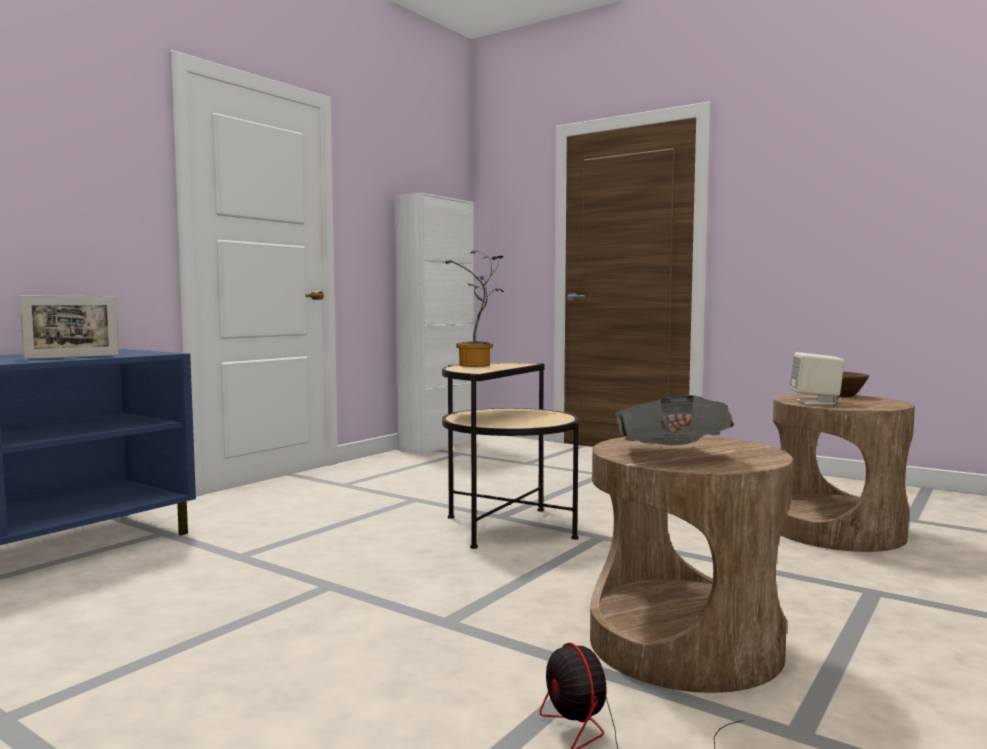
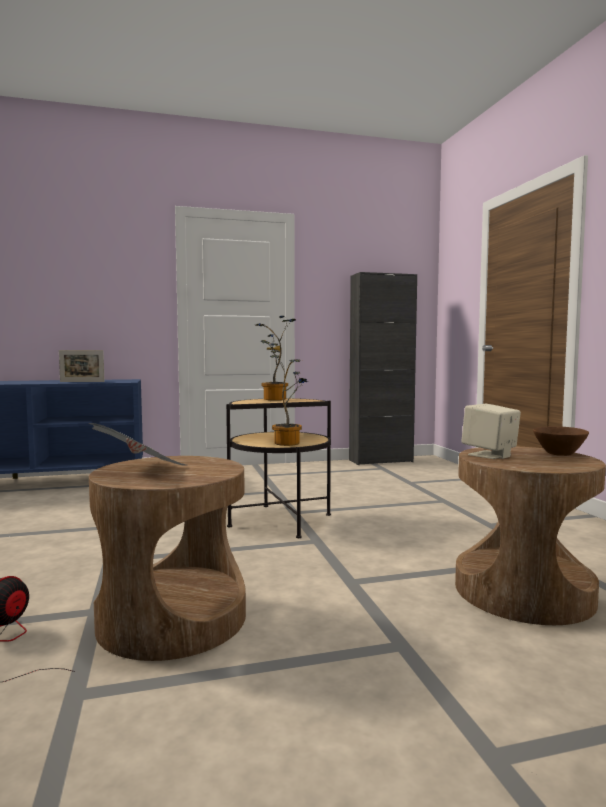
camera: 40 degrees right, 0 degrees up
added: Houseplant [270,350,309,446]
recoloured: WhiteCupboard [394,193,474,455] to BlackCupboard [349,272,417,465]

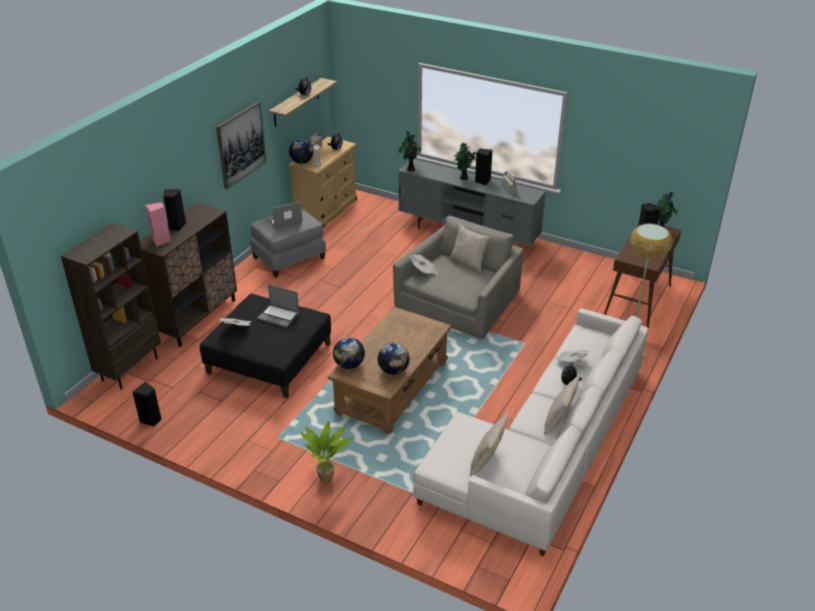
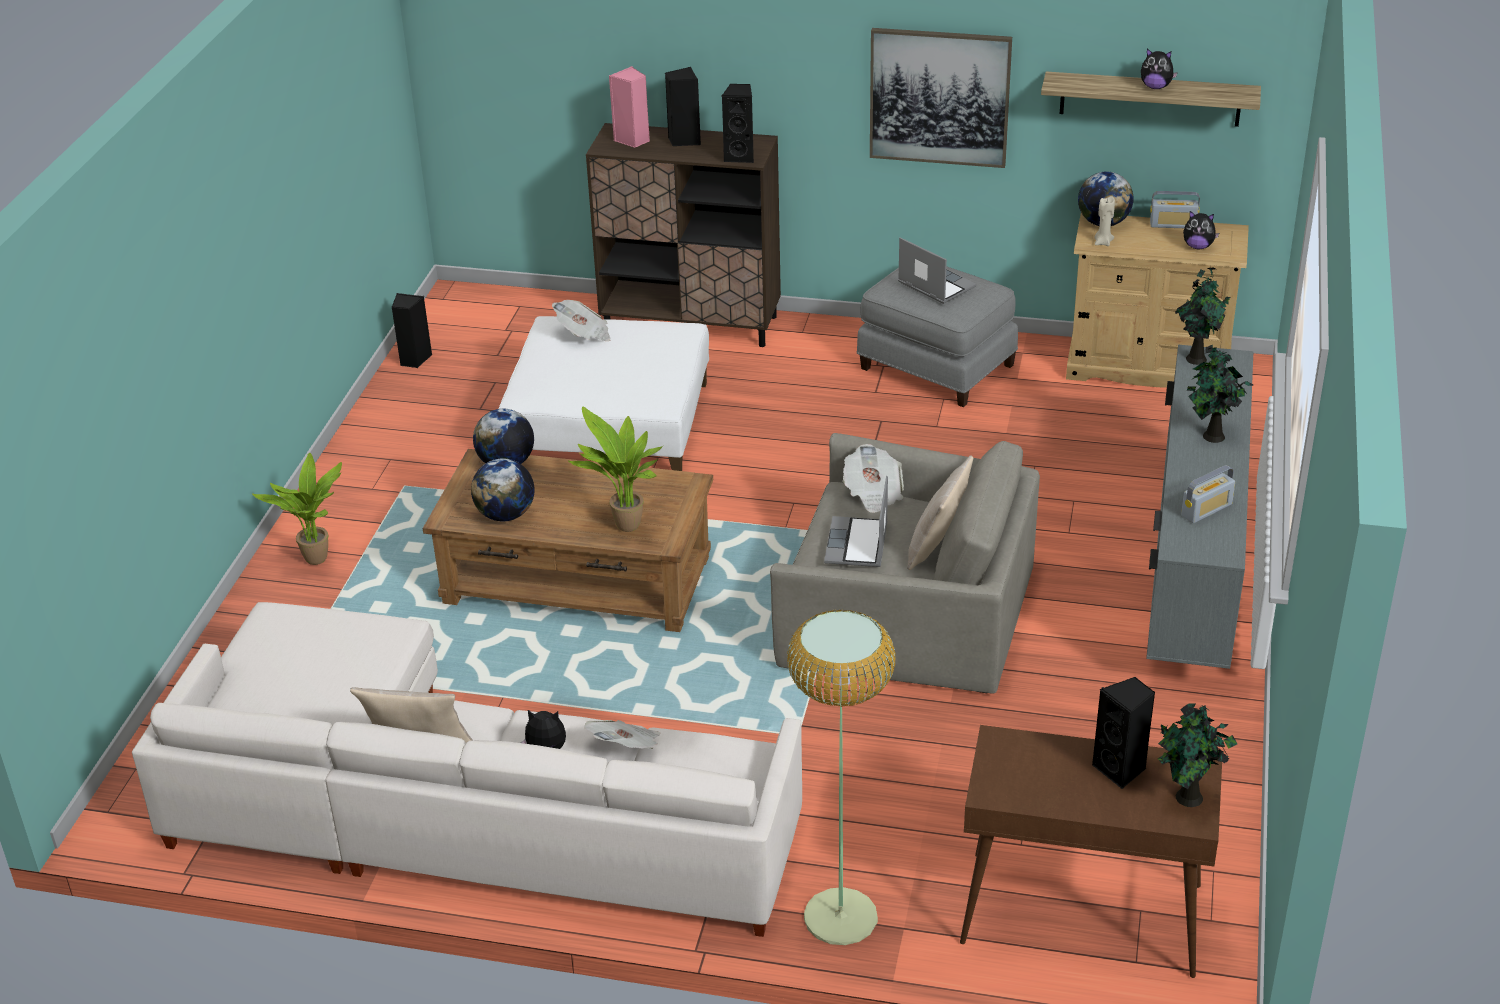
camera: 75 degrees right, 0 degrees up
removed: BrownColouredBookshelf [61,222,161,389]; BeigeCushion [470,413,509,476]
added: Houseplant [569,407,663,532]
moved: PortableComputer [257,284,299,327] to [824,476,888,567]; BlackSpeaker [475,149,492,185] to [722,84,754,163]
recoloured: BlackOttoman [200,294,331,398] to WhiteOttoman [499,316,709,471]

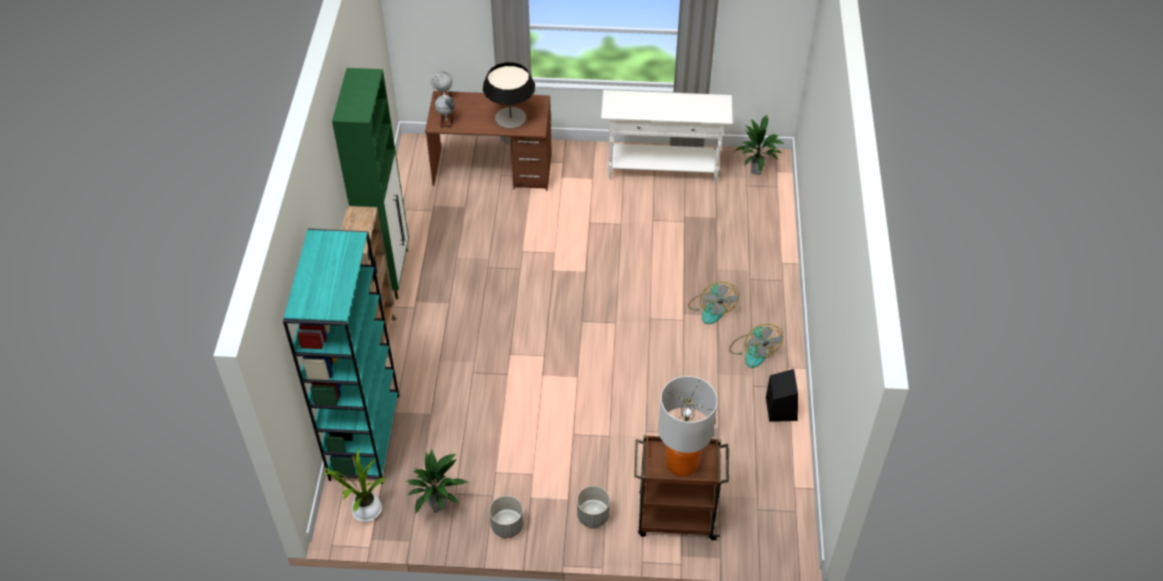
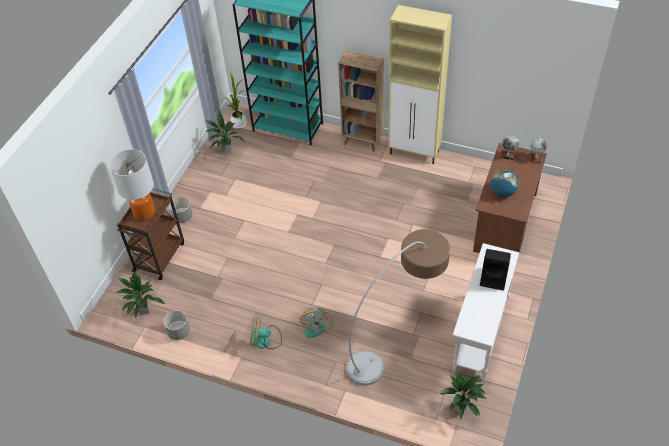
camera: 110 degrees right, 0 degrees up
added: Houseplant [116,270,165,318]; StandingLamp [347,229,450,385]
moved: GreyPlantPot [489,496,524,538] to [163,311,190,340]; BlackSpeaker [766,369,798,422] to [480,249,511,291]
replaced: LampForATable [483,62,535,129] to DeskGlobe [491,170,519,197]
recoloured: GreenCupboard [332,68,409,299] to BeigeCupboard [388,5,452,164]
turned: CoolingFan [688,282,739,324] = [299,308,333,338] 90 degrees counterclockwise

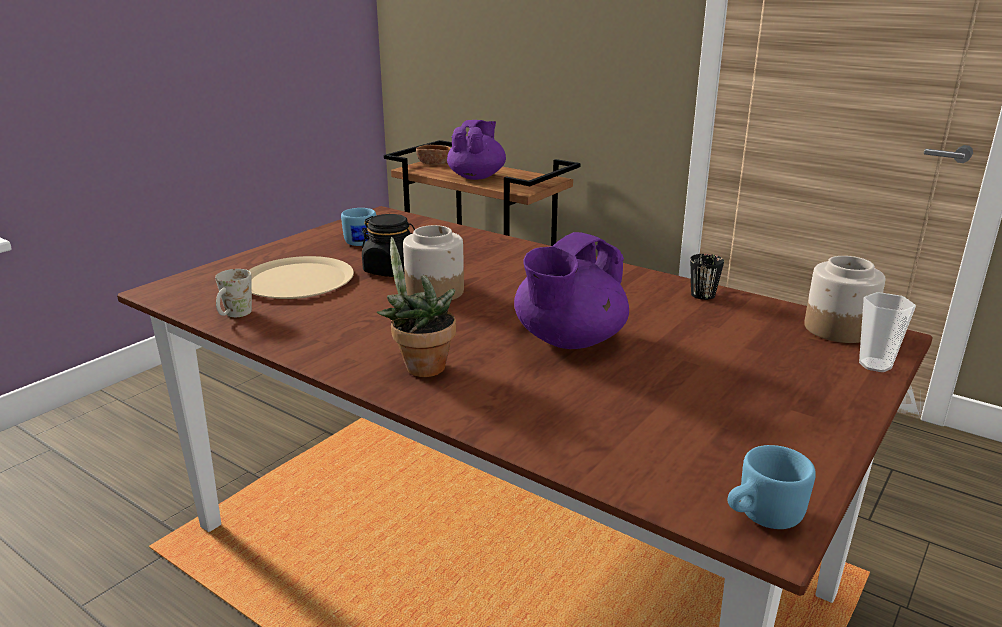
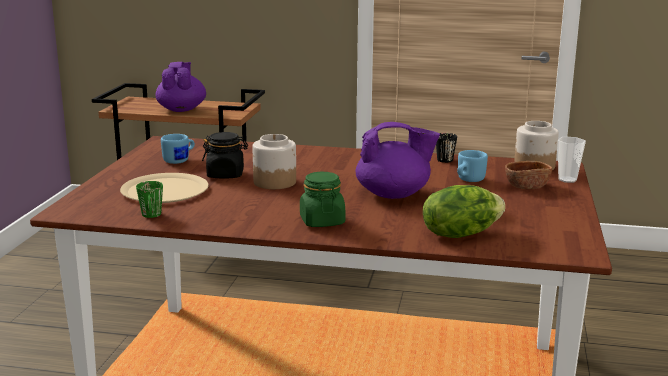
camera: 25 degrees left, 5 degrees down
added: LettuceHead [423,185,505,238]
moved: BrownColouredServingBowl [416,145,451,165] to [505,161,552,189]; BlueColouredCoffeeMug [728,445,816,529] to [457,150,488,182]
replaced: Houseplant [377,237,456,377] to GreenJar [300,172,345,227]
recoloured: WhiteCoffeeMug [215,269,252,317] to GreenCoffeeMug [136,181,163,218]
turned: PurplePotForTea [514,232,629,349] = [356,122,440,199] 105 degrees counterclockwise

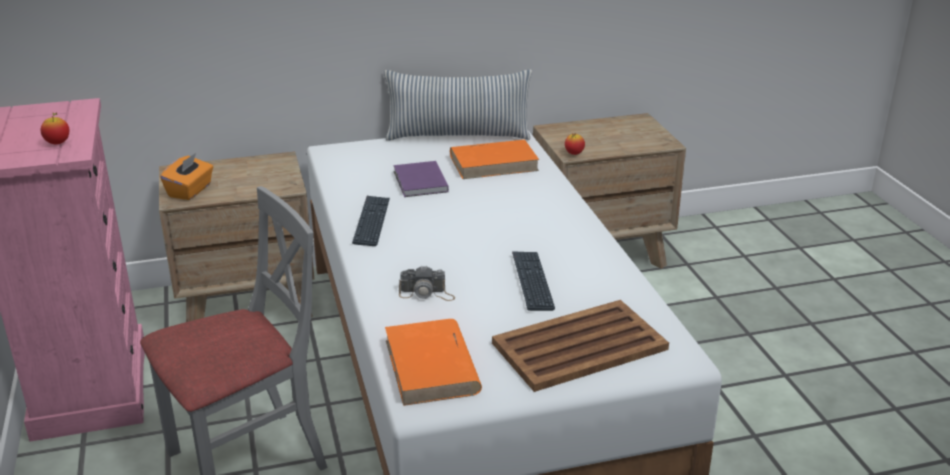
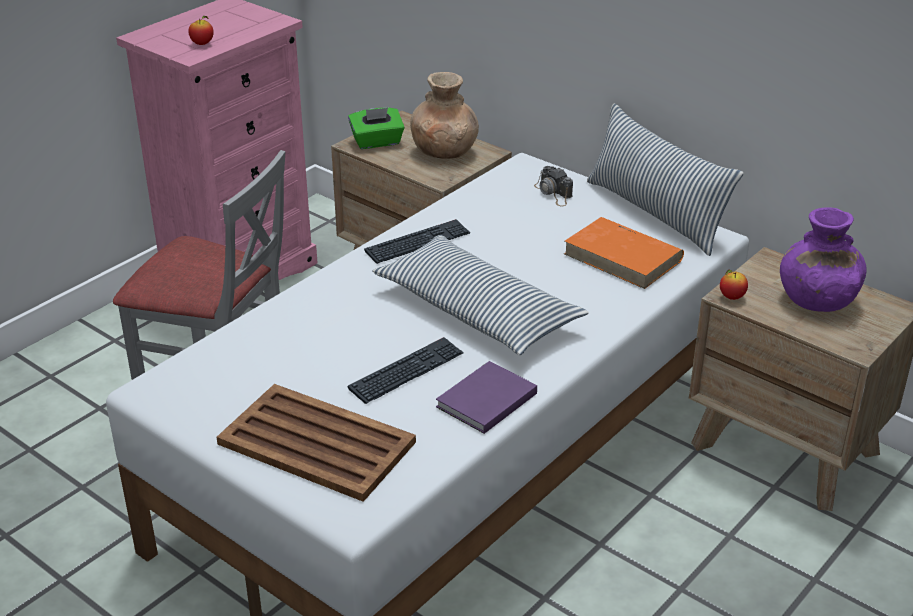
camera: 55 degrees right, 5 degrees up
removed: OrangeColouredBook [385,319,482,406]
added: Cushion [372,235,589,355]; BrownColouredFlowerVase [410,72,479,159]; PurpleFlowerVase [780,207,866,312]
moved: PurpleBook [393,161,449,197] to [436,361,537,434]; PhotoCamera [399,265,455,301] to [534,166,573,206]
recoloured: OrangeColouredBoxOfTissues [160,153,213,200] to GreenBoxOfTissues [348,108,405,149]

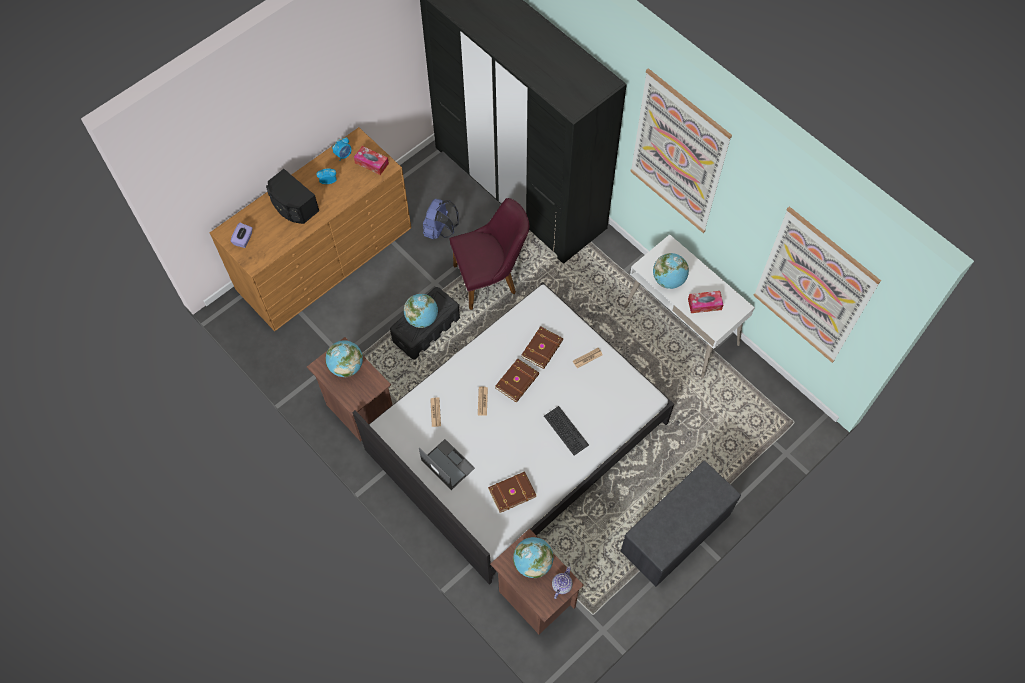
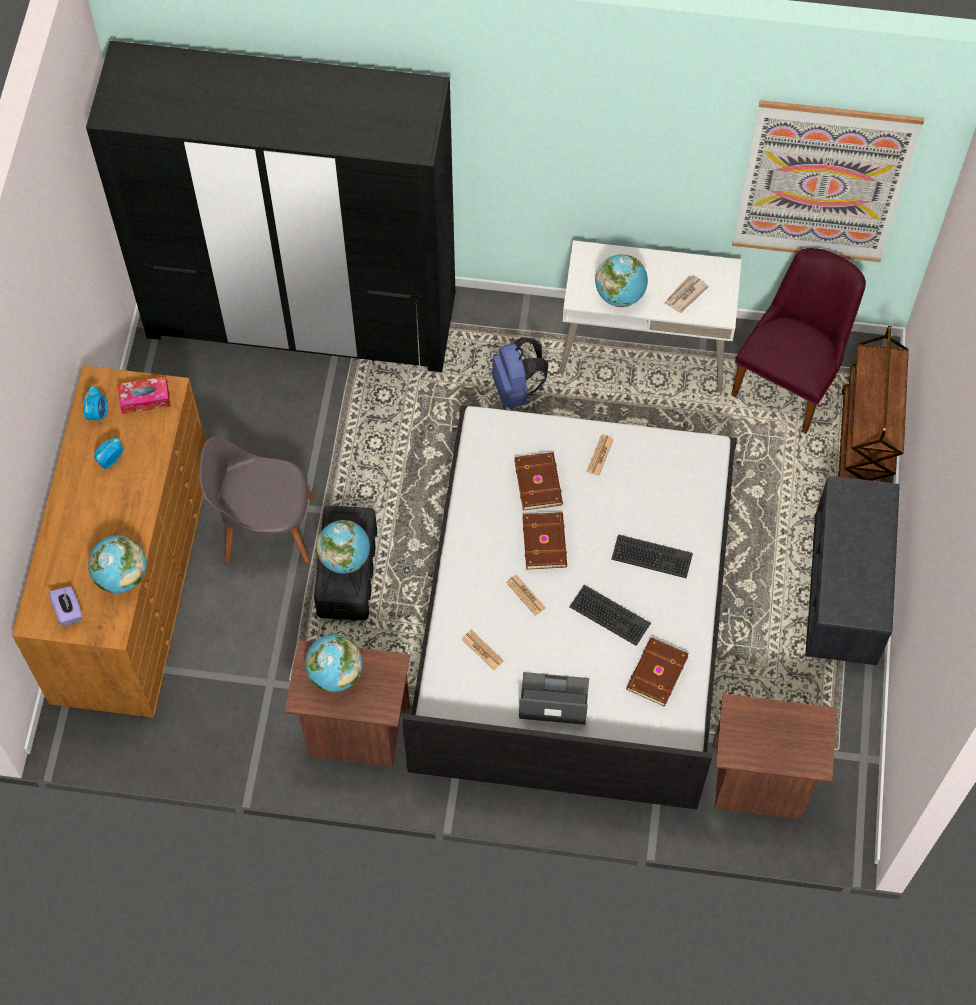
camera: 40 degrees left, 0 degrees up
removed: BlackSpeaker [266,169,319,224]; PotForTea [552,566,573,599]; WallPicture [630,68,732,233]
added: GreyPlainChair [199,437,313,564]; Keyboard [569,585,651,646]; BrownColouredTrolley [838,326,909,483]
moved: BlueColouredKnapsack [423,199,458,240] to [492,337,548,409]; PurplePlainChair [449,198,529,310] to [731,248,866,434]; DeskGlobe [513,537,554,578] to [88,535,147,593]
replaced: BoxOfTissues [688,291,723,313] to Newspaper [665,275,709,313]

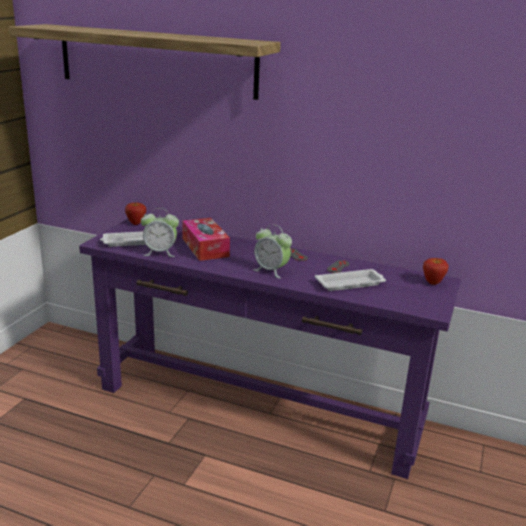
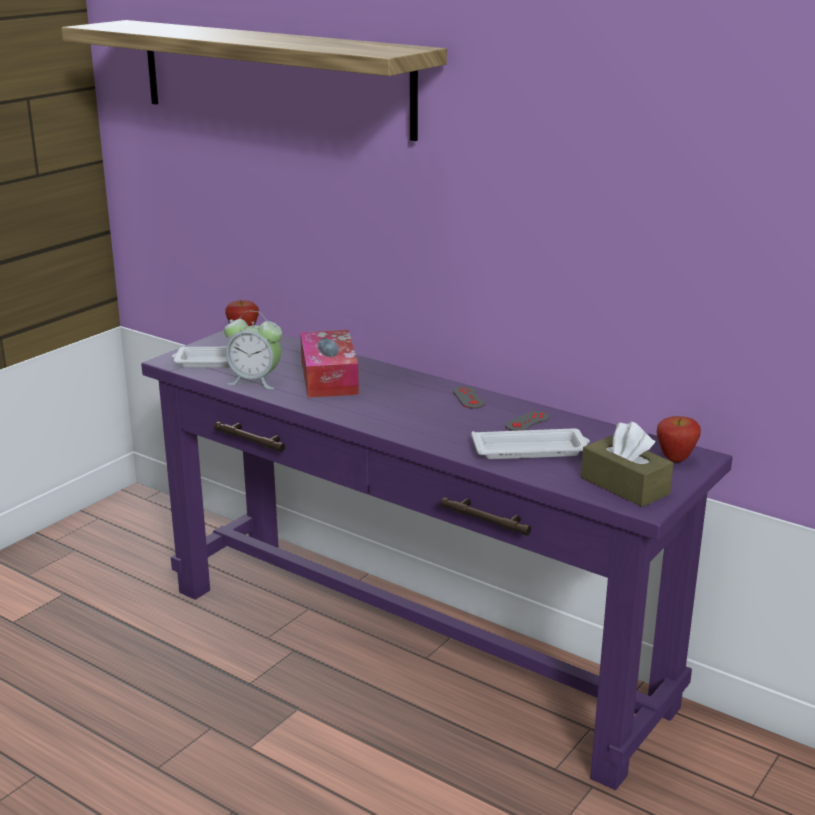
camera: 15 degrees right, 0 degrees up
removed: AlarmClock [253,224,292,279]
added: BrownColouredBoxOfTissues [581,422,674,507]

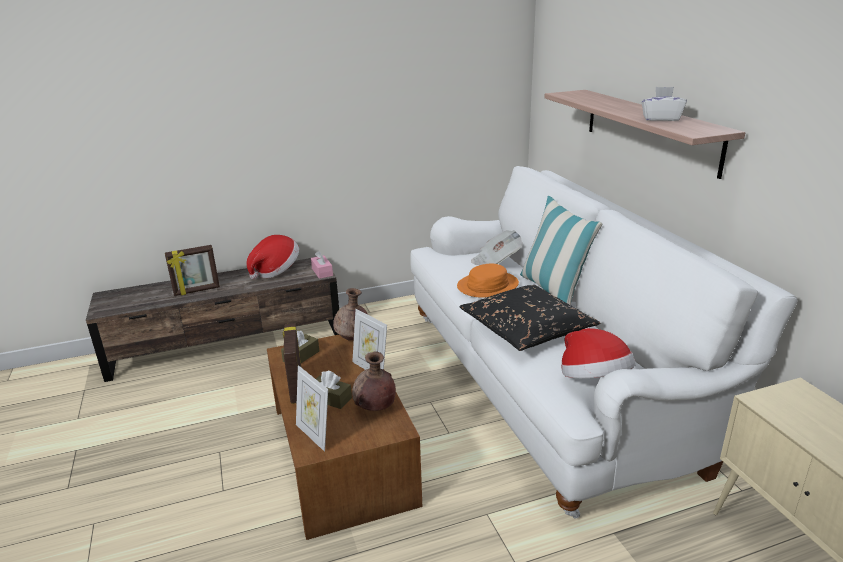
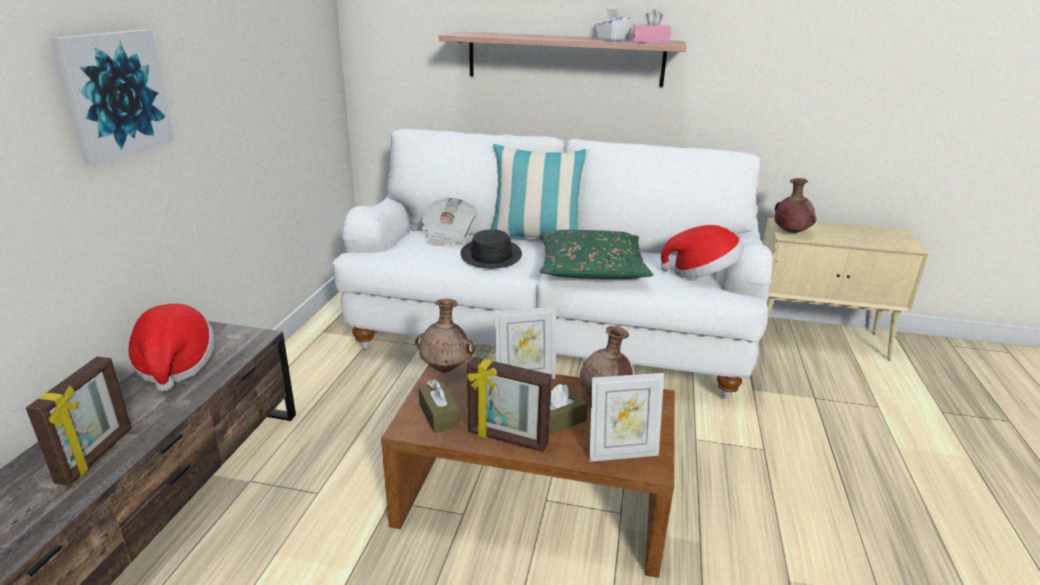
camera: 60 degrees left, 0 degrees up
added: WallPicture [50,29,175,166]; BrownColouredFlowerVase [775,178,817,233]
moved: PinkBoxOfTissues [311,251,333,279] to [632,9,671,44]
recoloured: OrangeColouredWearableHat [457,263,519,297] to BlackWearableHat [461,230,522,268]; BlackCushion [460,285,600,351] to GreenCushion [540,230,654,279]

